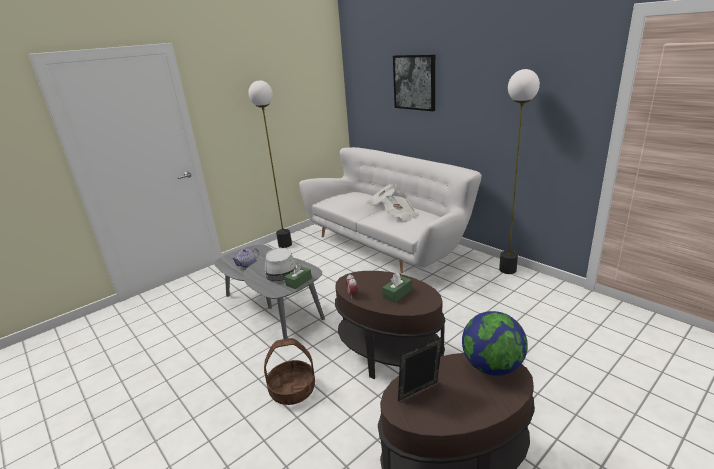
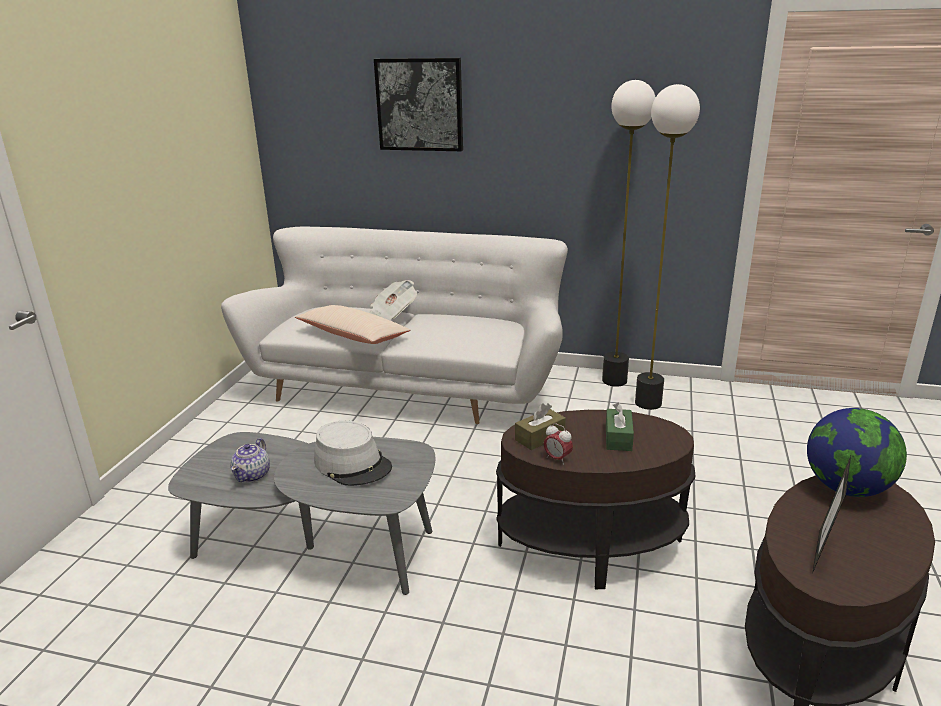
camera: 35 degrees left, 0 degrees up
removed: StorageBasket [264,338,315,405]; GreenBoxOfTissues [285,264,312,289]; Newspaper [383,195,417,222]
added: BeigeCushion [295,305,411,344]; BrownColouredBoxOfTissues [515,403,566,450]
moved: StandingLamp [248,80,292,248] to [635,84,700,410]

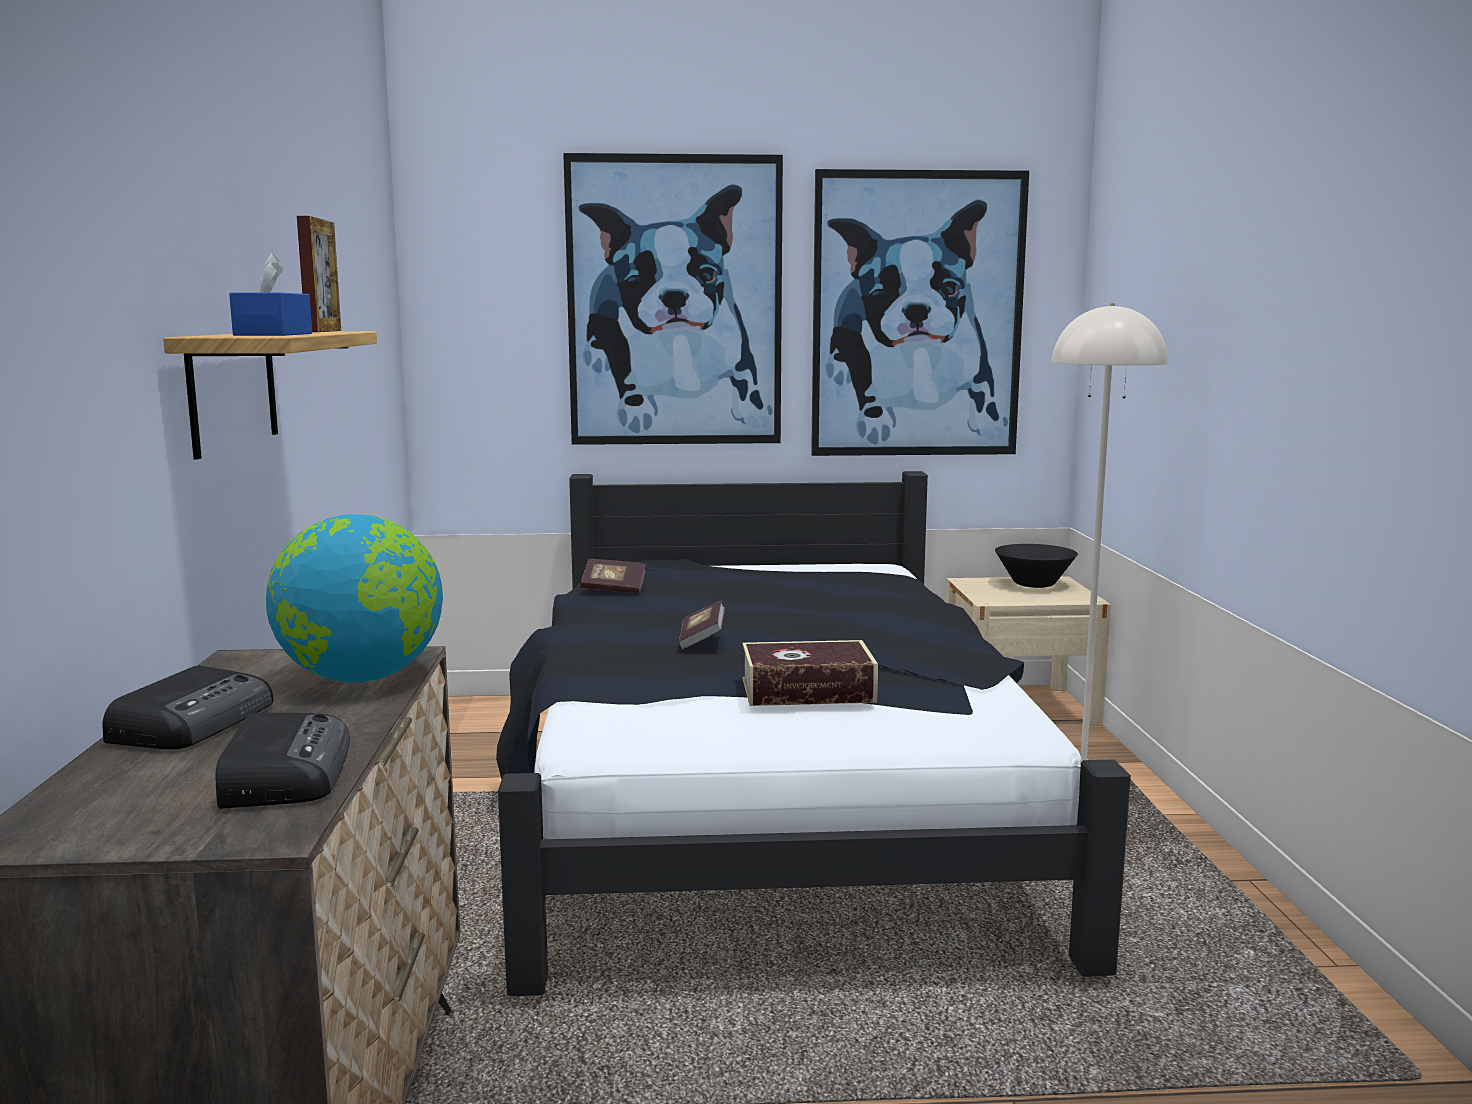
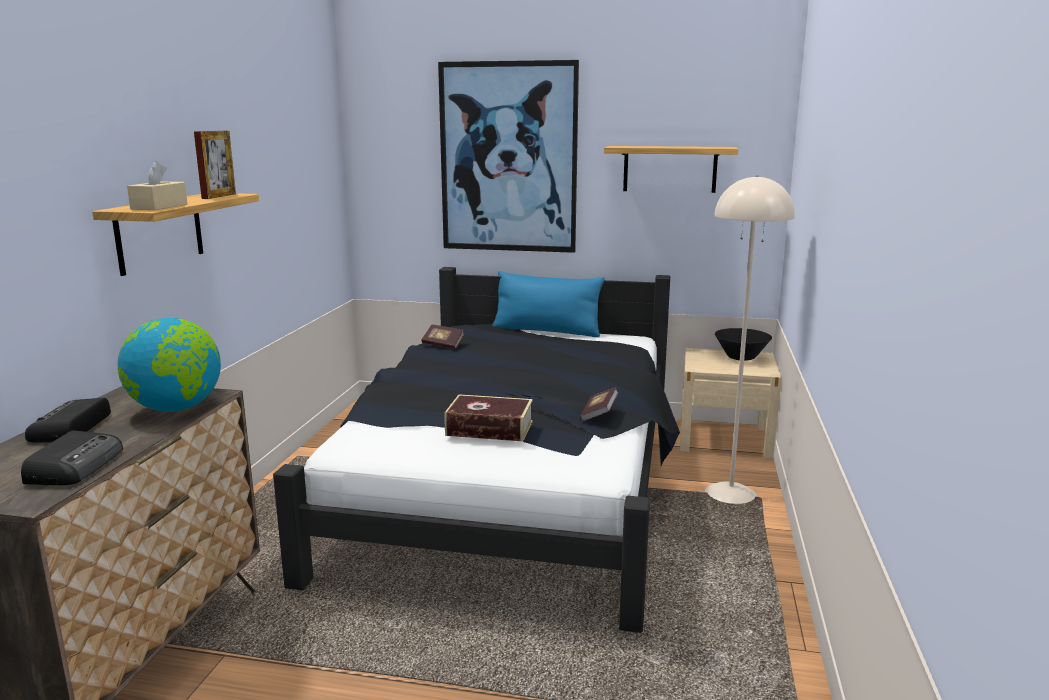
camera: 15 degrees right, 5 degrees up
added: BlueColouredCushion [492,271,605,337]
moved: Book [678,601,725,649] to [580,387,618,421]
replaced: WallPicture [811,169,1029,456] to Shelf [604,146,738,193]
recoloured: BlueColouredBoxOfTissues [229,253,312,336] to BeigeBoxOfTissues [127,161,188,210]
turned: Radio [102,665,274,749] = [25,398,111,443] 150 degrees clockwise

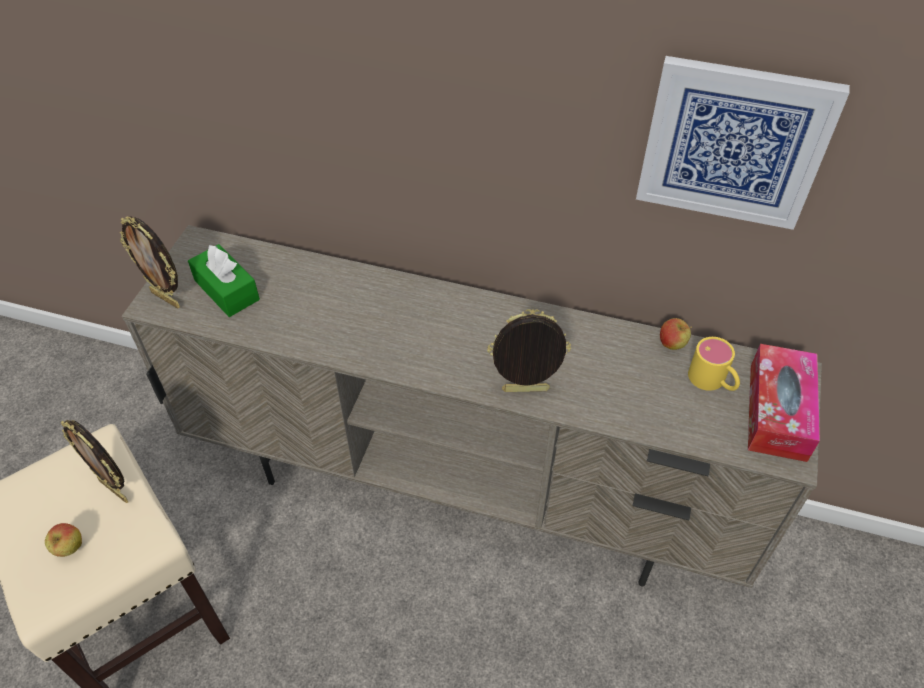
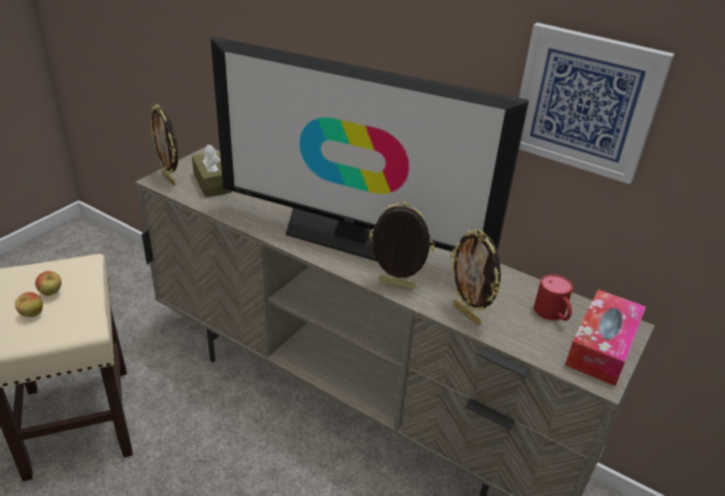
camera: 15 degrees right, 15 degrees down
added: TvSet [210,36,529,261]
moved: PhotoFrame [61,420,128,503] to [450,229,501,325]; AppleFruit [660,318,692,350] to [35,271,61,296]
recoloured: GreenBoxOfTissues [188,244,260,317] to BrownColouredBoxOfTissues [192,144,231,197]; YellowColouredCoffeeMug [688,337,740,391] to RedColouredCoffeeMug [534,274,573,321]

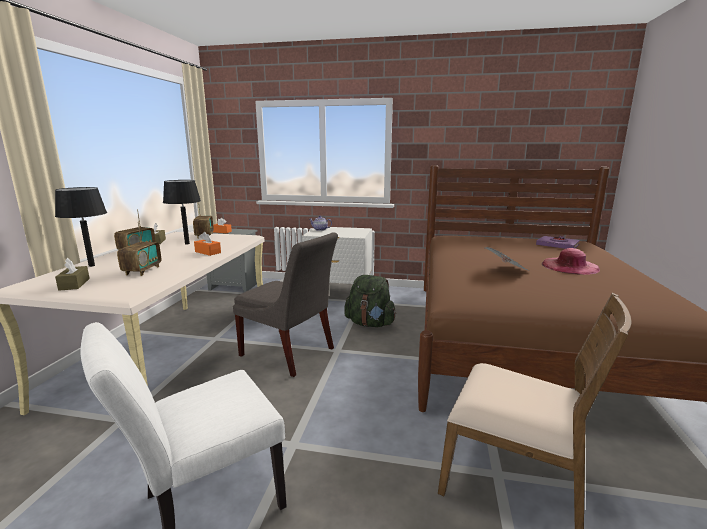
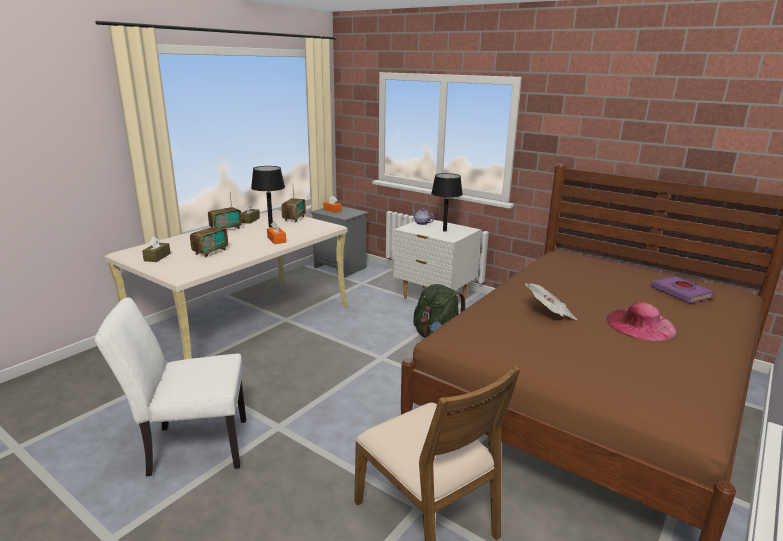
camera: 25 degrees right, 5 degrees up
removed: GreyPlainChair [233,232,338,377]
moved: BlackLampForATable [55,187,107,267] to [431,173,463,232]

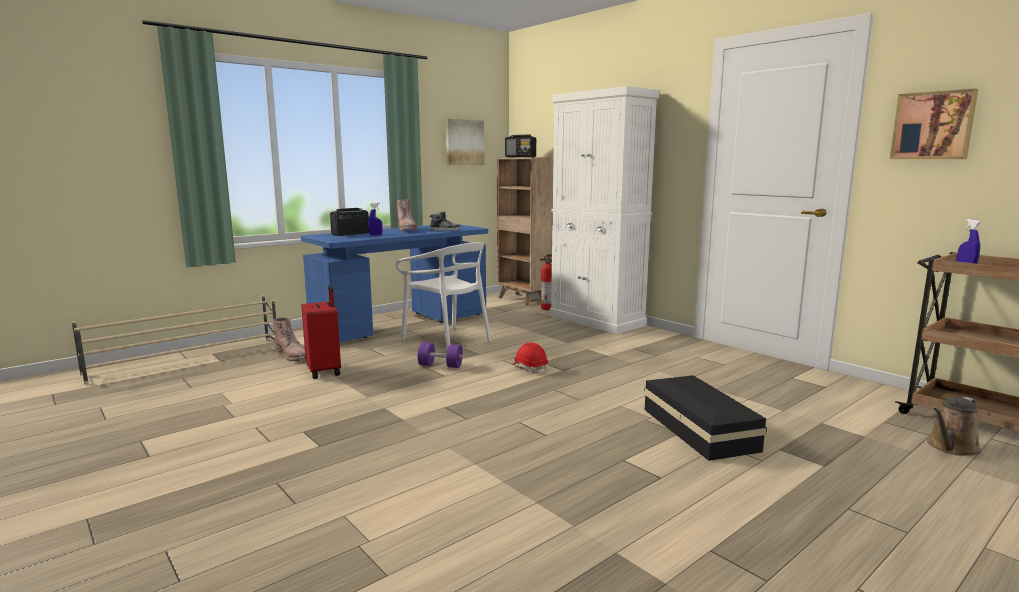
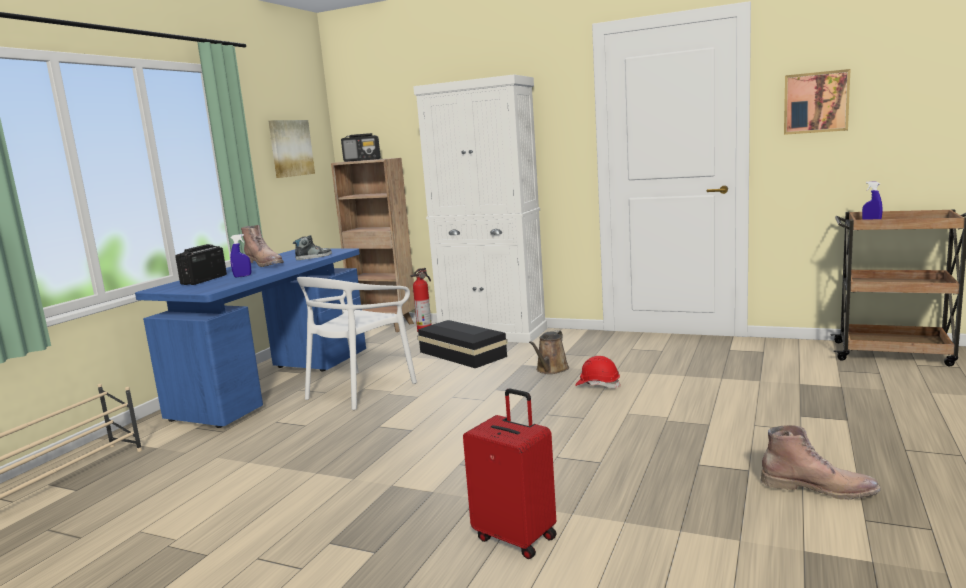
camera: 25 degrees left, 0 degrees up
removed: PurpleFreeWeight [418,342,463,368]
moved: BrownColouredBoot [273,318,306,361] to [761,425,880,500]; RedColouredTravelCase [301,285,341,379] to [463,388,557,559]; RedColouredSafetyHelmet [512,342,548,374] to [575,356,621,388]; BlackStorageContainer [644,375,767,461] to [418,320,508,368]; BrownColouredWateringPot [927,397,981,456] to [529,330,569,374]
turned: WhitePlainChair [396,242,491,349] = [297,277,417,410] 105 degrees clockwise

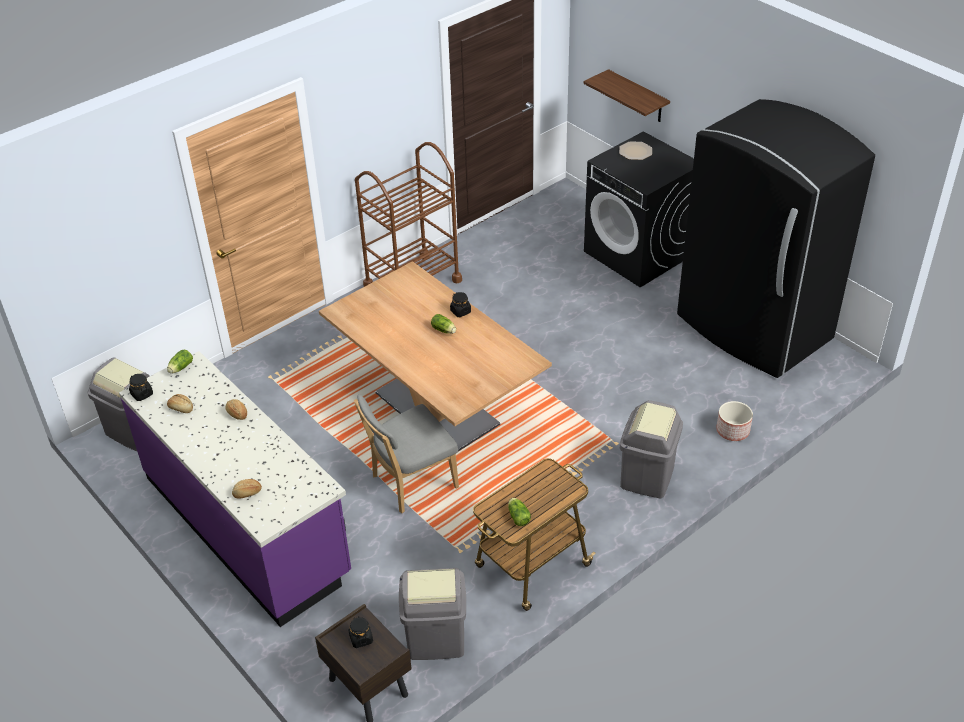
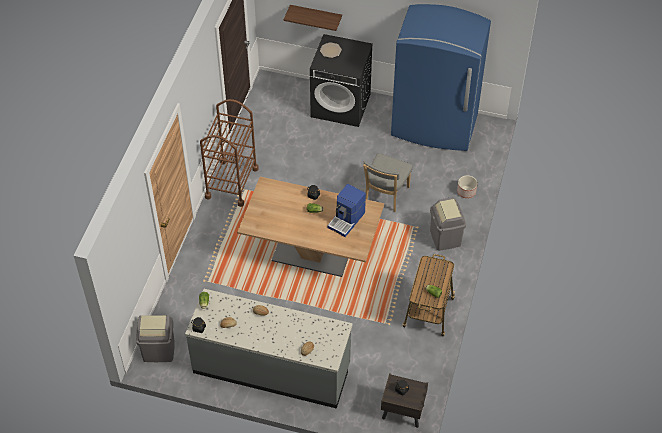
camera: 35 degrees left, 10 degrees up
removed: GreyTrashCan [399,568,466,660]
added: CoffeeMachine [327,184,366,237]
moved: GreyPlainChair [354,394,459,513] to [363,153,413,212]
recoloured: PurpleCounter [119,351,351,627] to GreyCounter [185,289,353,409]; BlackKitchenFridge [677,99,875,378] to BlueColouredKitchenFridge [391,4,491,151]

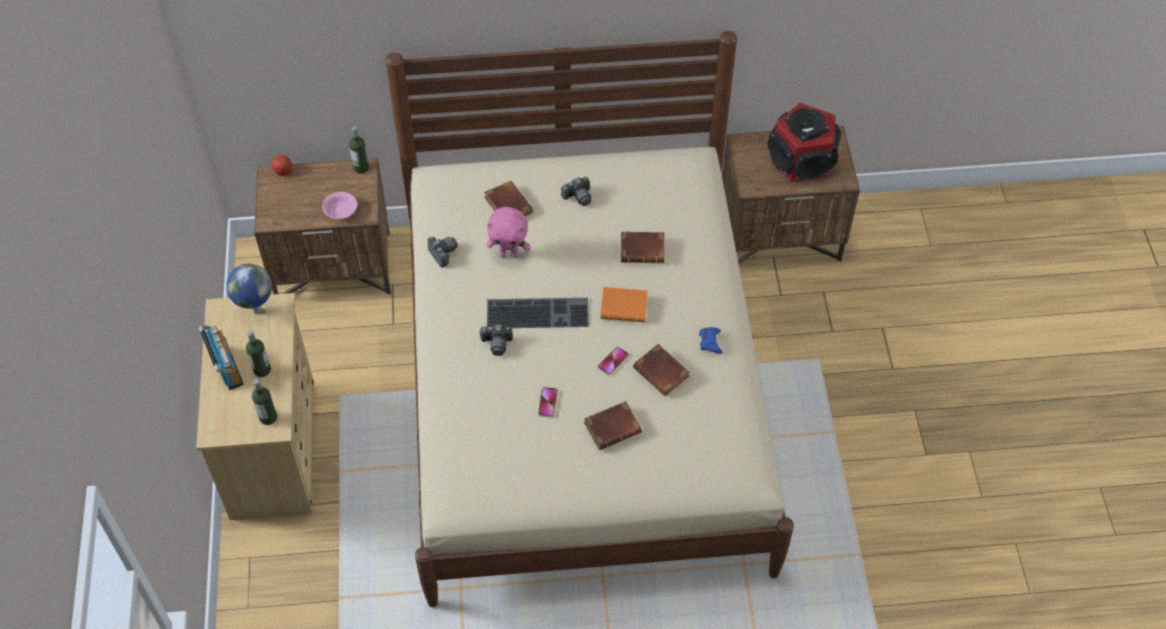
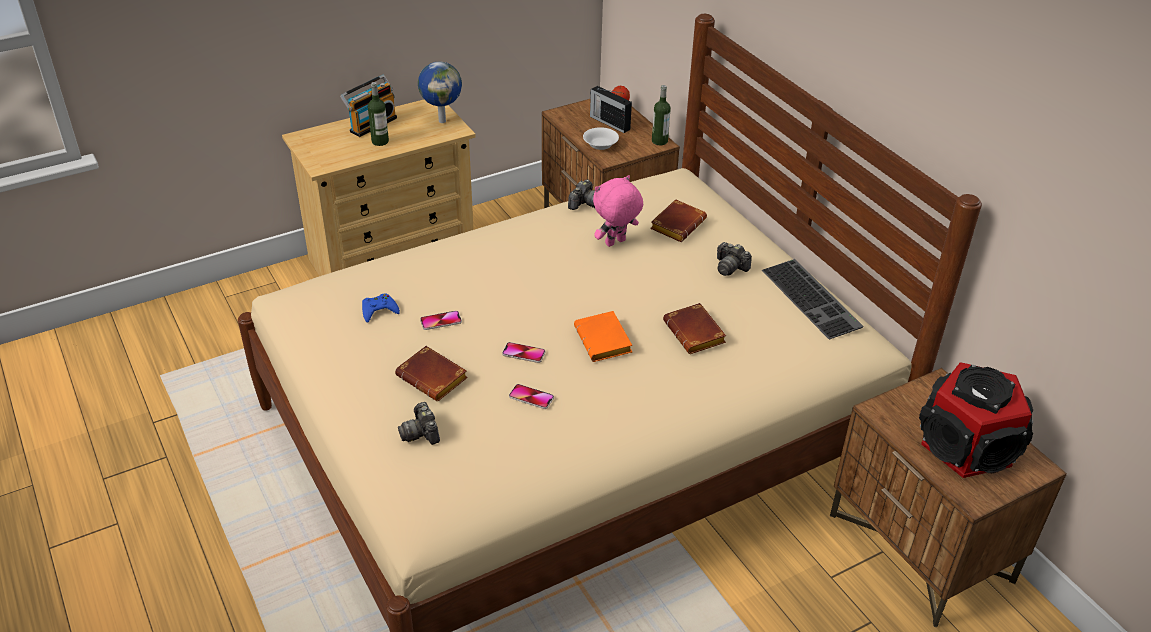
camera: 65 degrees right, 15 degrees down
removed: DrinkBottle [252,379,277,425]
added: Radio [590,86,632,133]
moved: PhotoCamera [479,325,513,356] to [398,402,440,445]; Keyboard [487,298,589,328] to [762,259,864,339]; BlueColouredGamepad [699,327,723,354] to [362,294,400,323]
replaced: BrownColouredBook [633,344,690,396] to Telephone [509,384,554,409]
recoloured: PinkServingBowl [322,192,357,219] to WhiteServingBowl [583,127,619,150]
turned: PinkSoftToy [486,207,531,258] = [593,175,643,247] 75 degrees clockwise

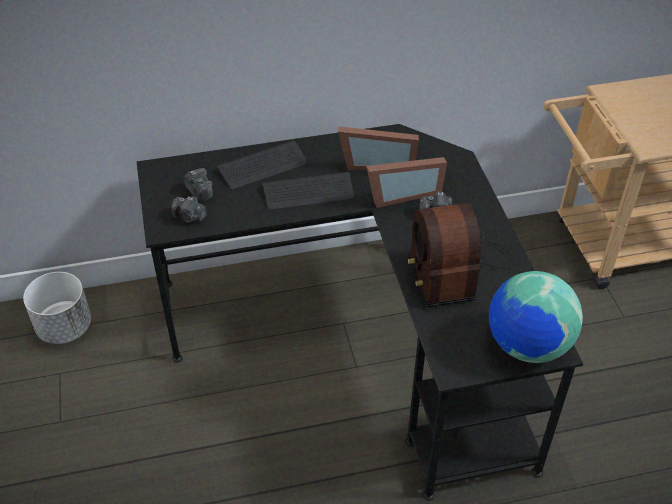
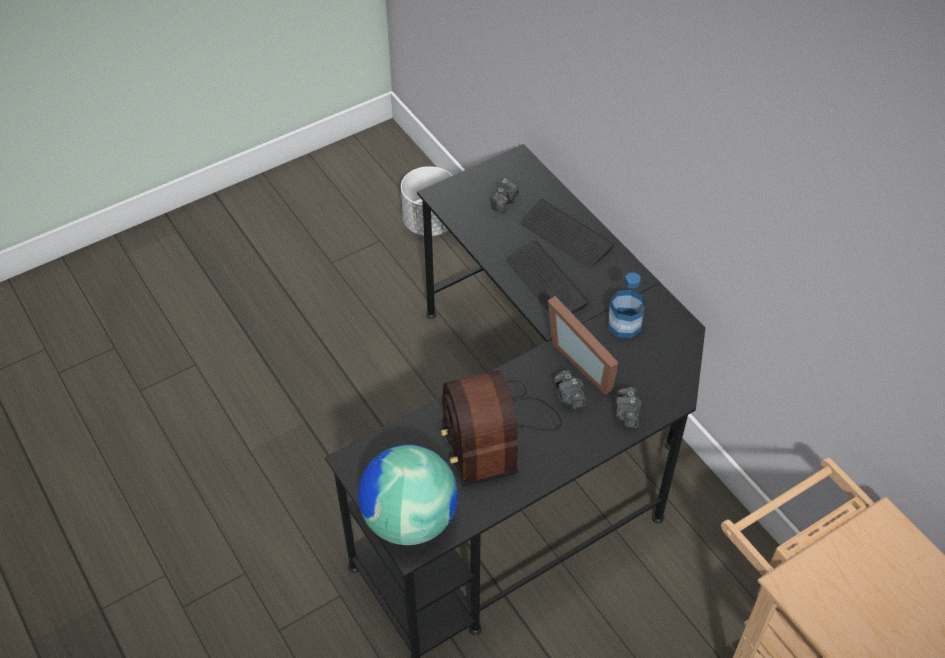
camera: 70 degrees right, 5 degrees up
moved: PhotoCamera [171,196,207,223] to [616,387,641,428]
replaced: PhotoFrame [338,126,419,170] to DrinkBottle [608,272,645,338]
turned: Radio [408,203,515,307] = [441,370,562,486] 75 degrees counterclockwise

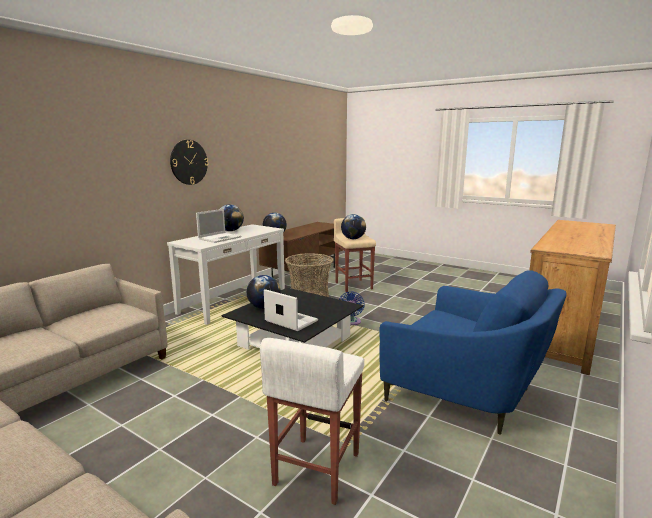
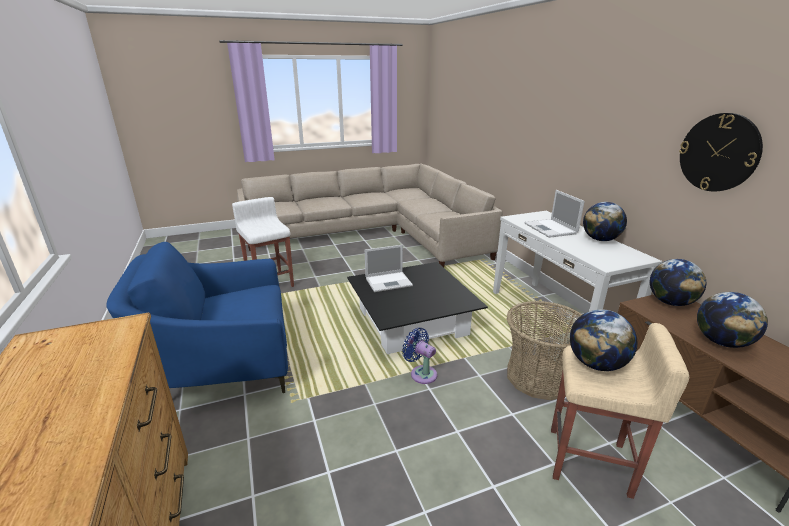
camera: 125 degrees right, 10 degrees up
moved: HangingClock [170,140,208,185] to [679,113,763,191]; DeskGlobe [246,275,281,309] to [697,292,768,348]

